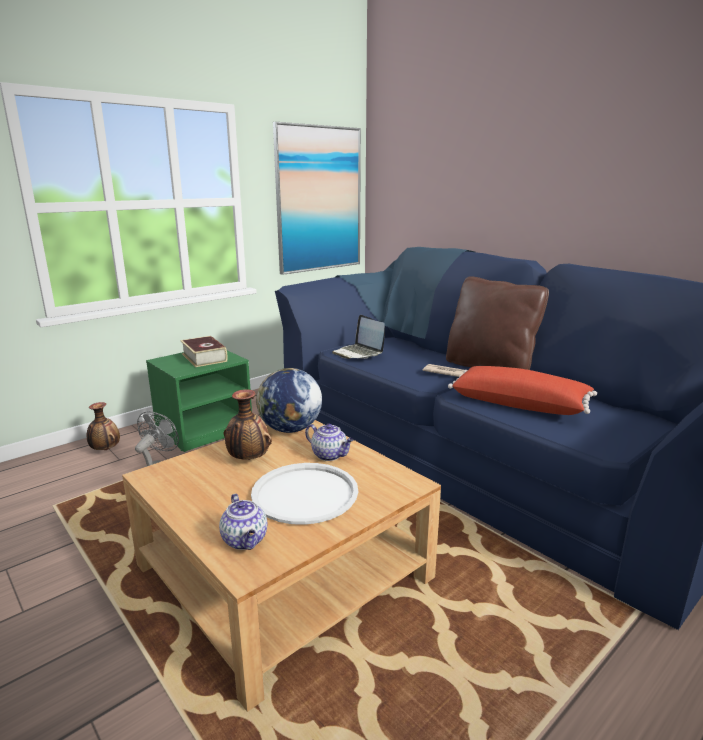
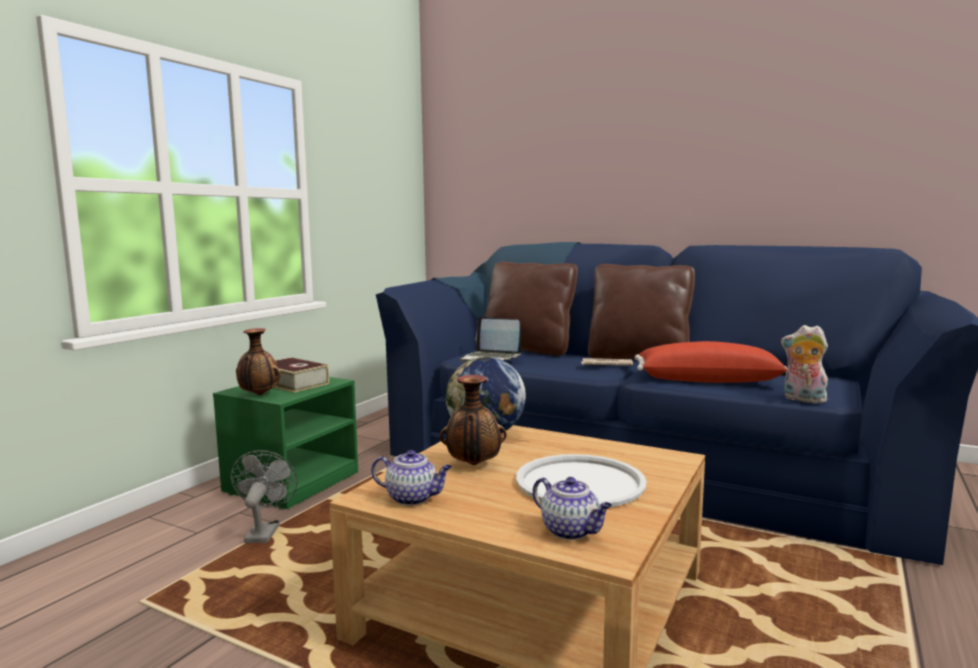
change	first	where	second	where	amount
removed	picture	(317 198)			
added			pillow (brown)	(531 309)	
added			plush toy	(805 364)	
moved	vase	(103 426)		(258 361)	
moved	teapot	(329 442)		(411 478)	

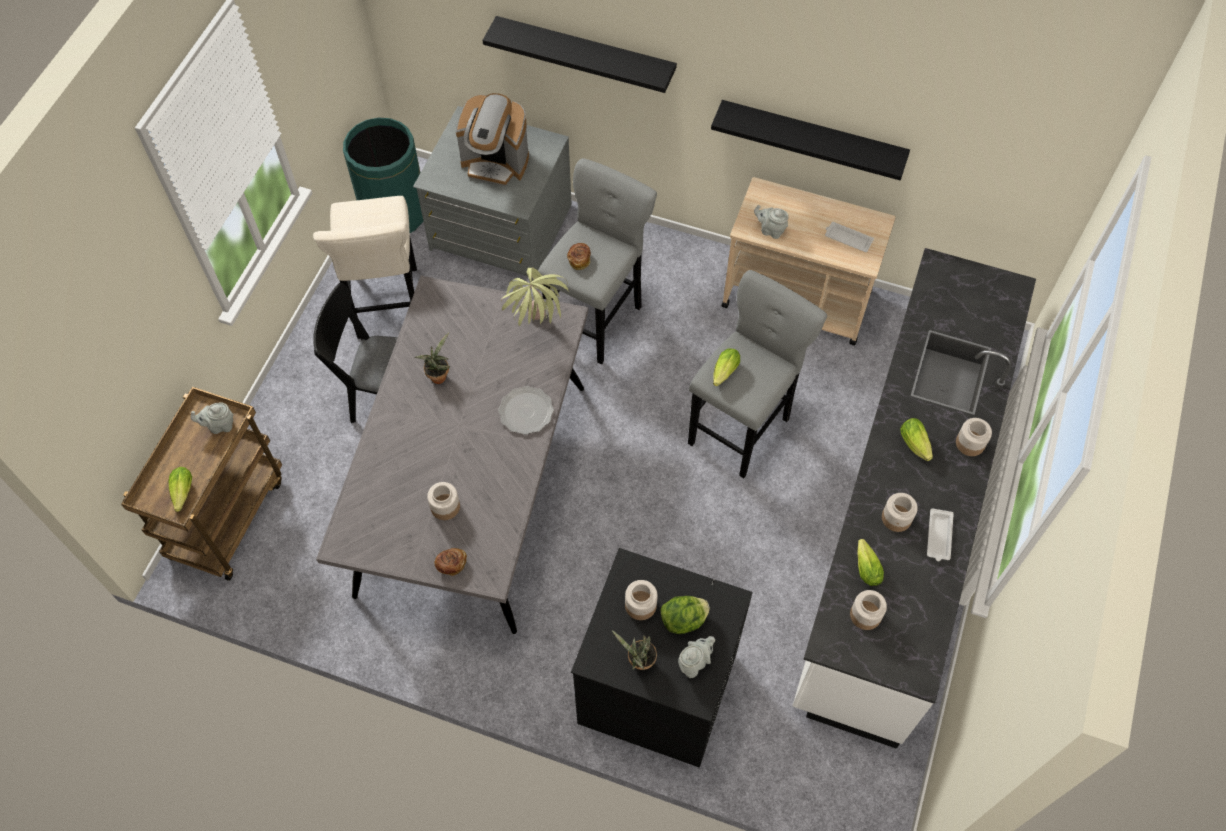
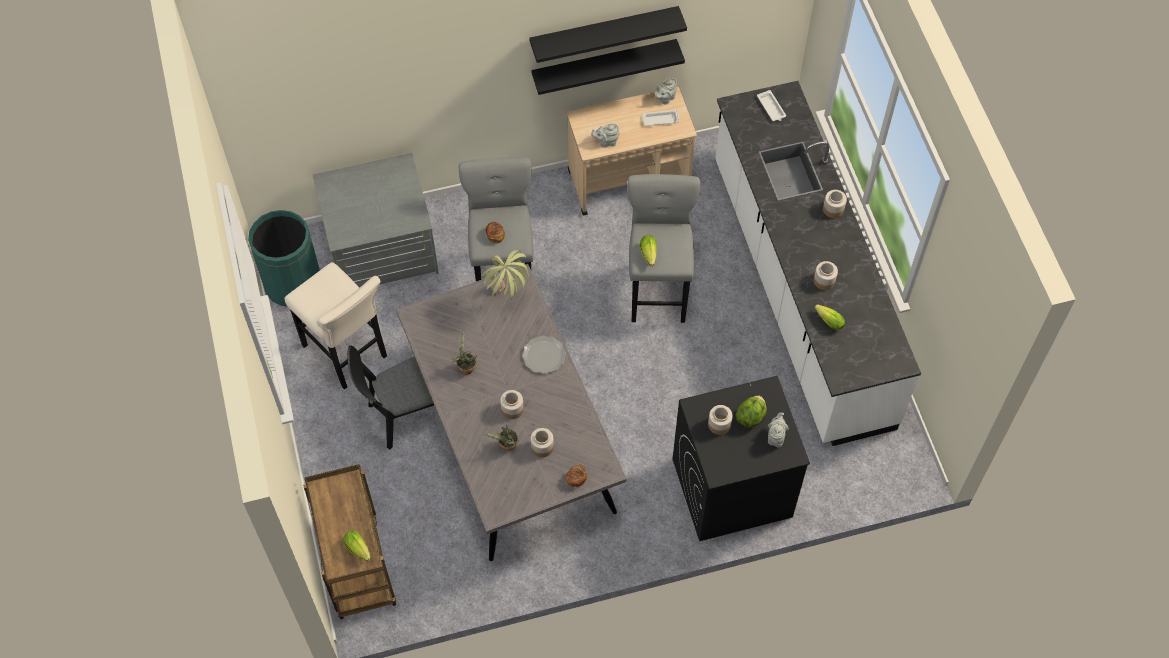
change	first	where	second	where	amount
removed	coffee machine	(492 139)			
removed	lettuce	(916 439)			
moved	teapot (grey)	(212 418)		(666 91)	
moved	shelf (black)	(579 54)		(608 34)	
moved	potted plant	(634 650)		(501 438)	
moved	jar	(868 610)		(512 404)	
moved	tray (white)	(940 534)		(771 105)	

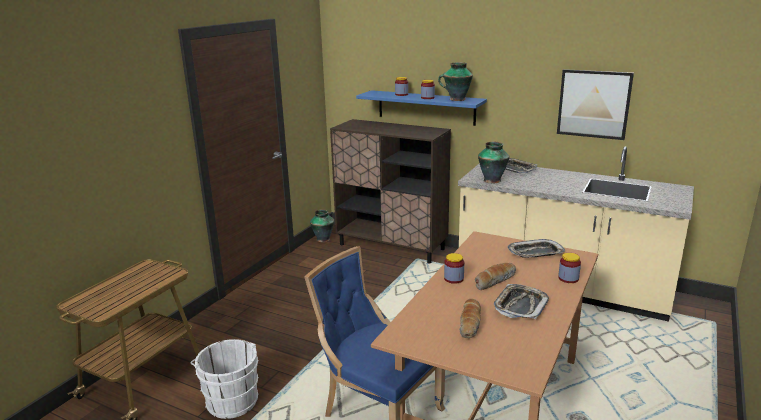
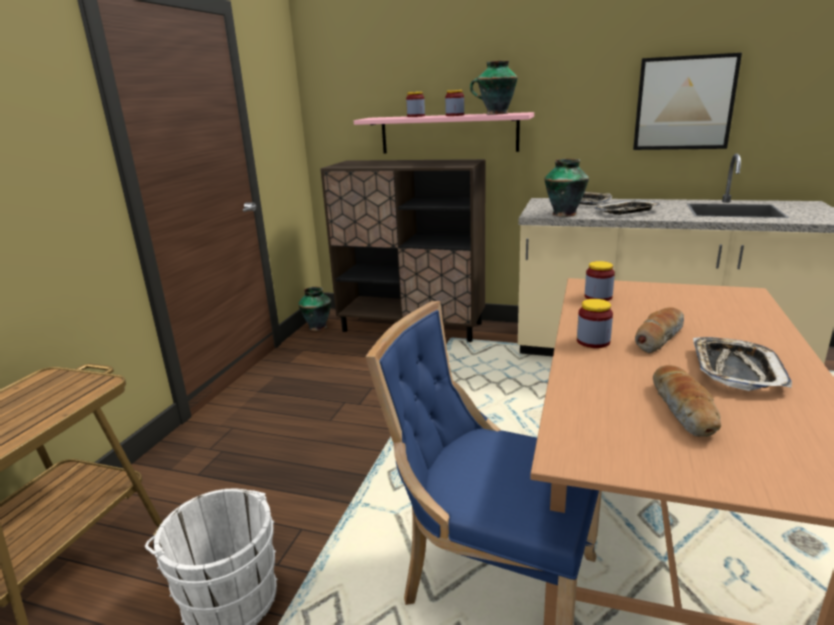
change	first	where	second	where	amount
moved	tray	(536 248)		(627 207)	
moved	jar	(569 268)		(600 281)	
recoloured	shelf (blue)	(421 108)	shelf (pink)	(444 133)	

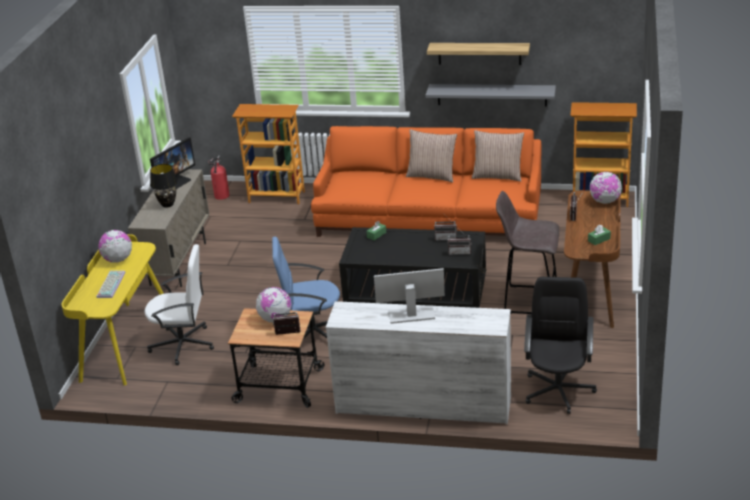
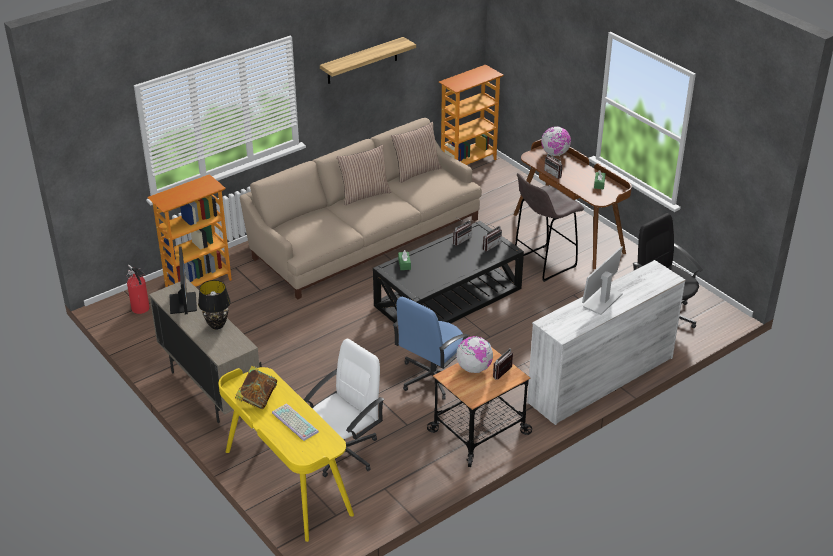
change	first	where	second	where	amount
removed	shelf (grey)	(490 95)			
replaced	globe	(115 246)	book	(256 387)	
recoloured	sofa (orange)	(426 181)	sofa (beige)	(361 208)	

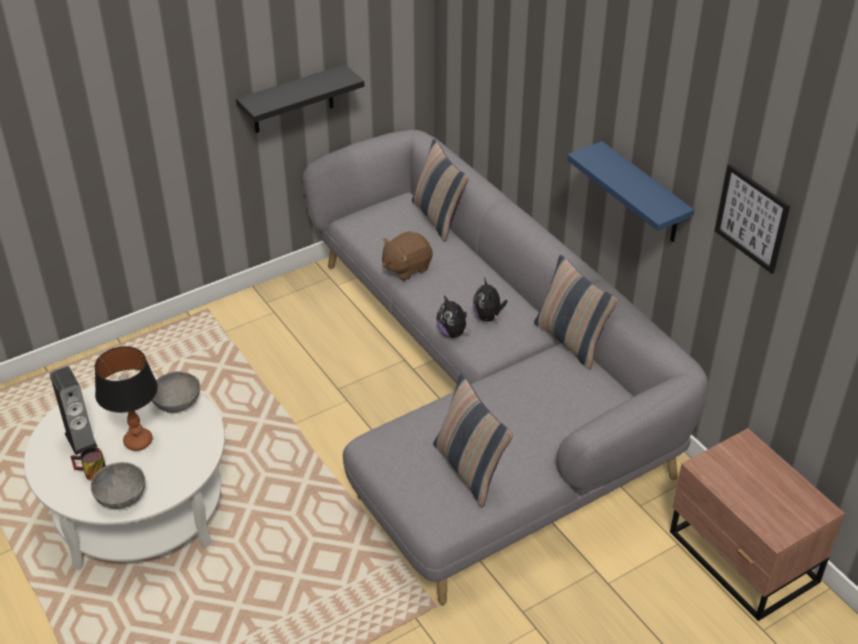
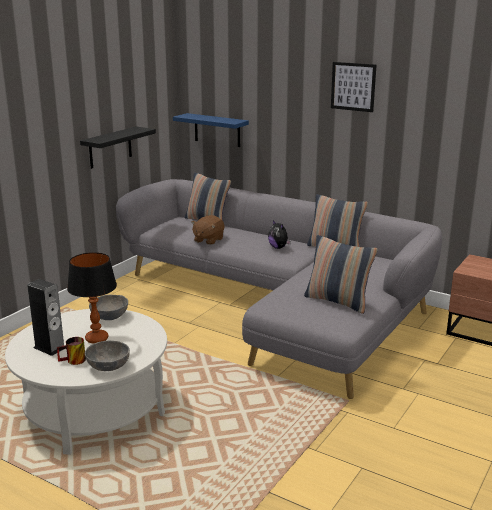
change	first	where	second	where	amount
removed	plush toy	(453 316)			
moved	shelf (blue)	(630 191)		(211 130)	
moved	picture	(752 219)		(353 87)	

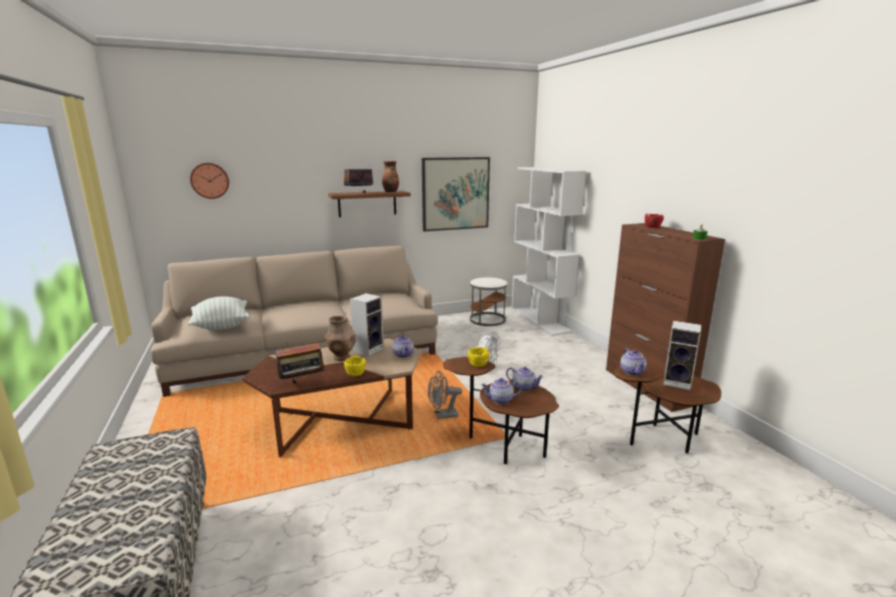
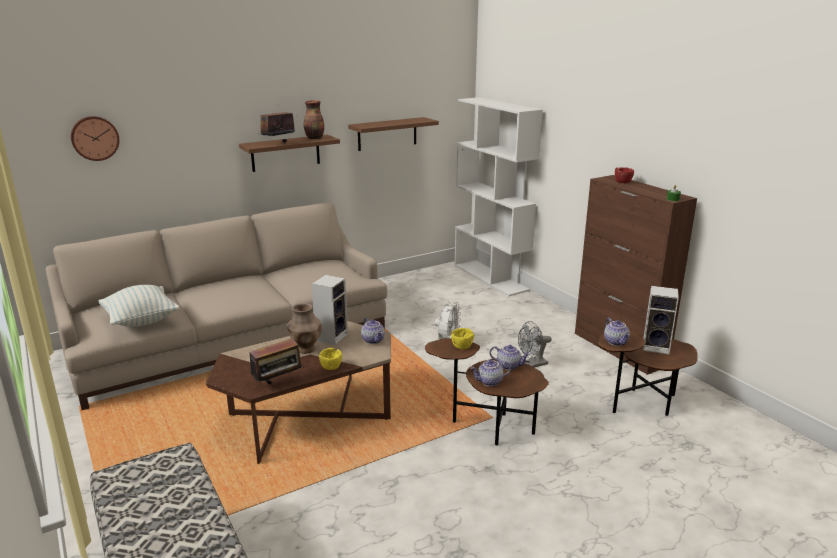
change	first	where	second	where	amount
removed	side table (white)	(488 301)			
moved	fan (grey)	(445 395)		(535 344)	
replaced	picture	(456 194)	shelf (brown)	(393 134)	

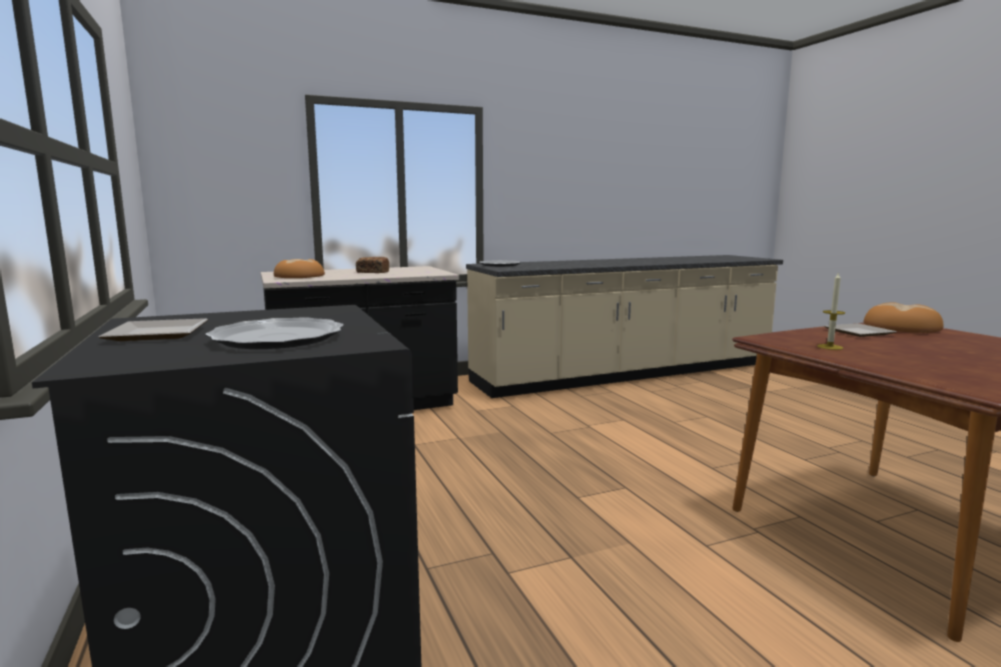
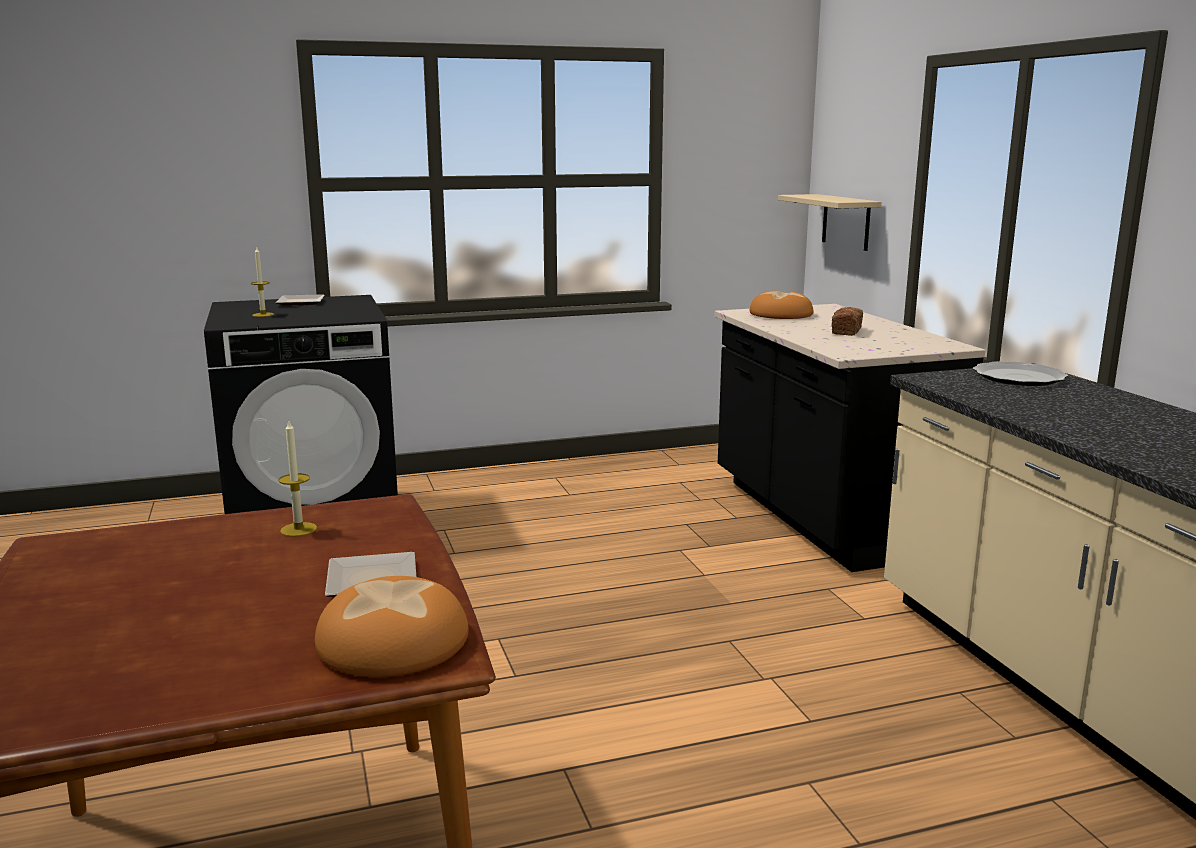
change	first	where	second	where	amount
added			shelf (beige)	(830 222)	
replaced	plate	(274 333)	candle	(262 282)	

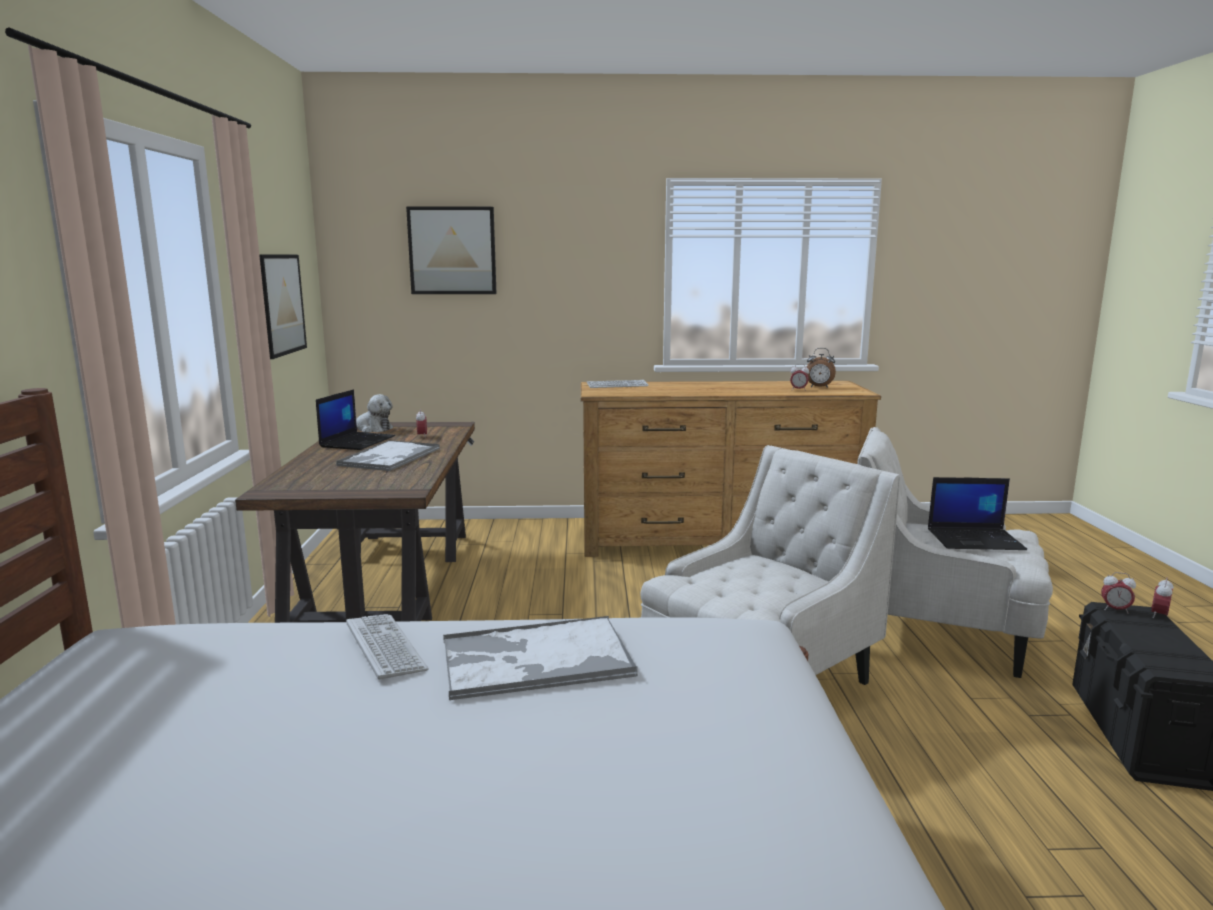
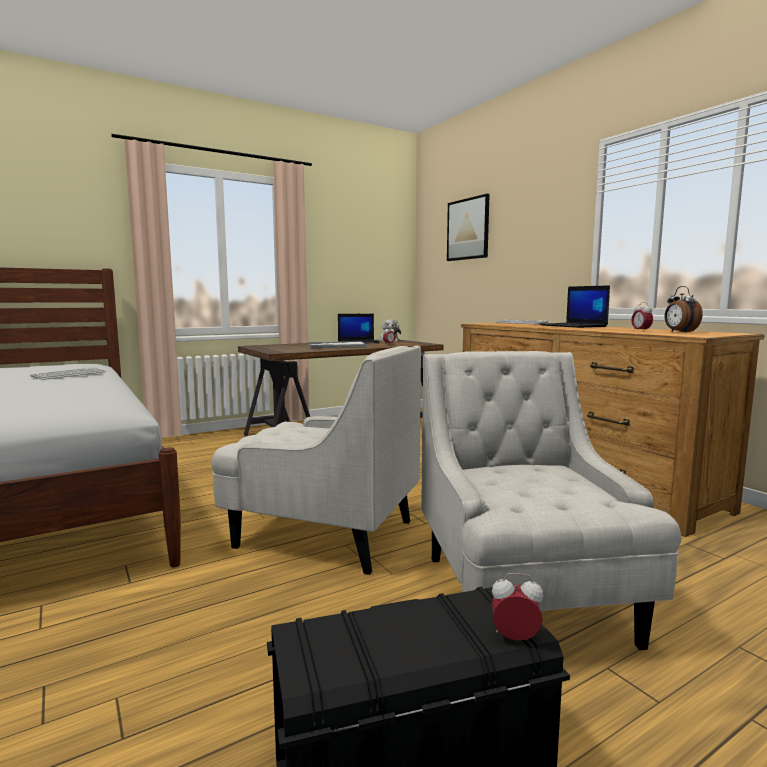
change	first	where	second	where	amount
removed	picture	(283 306)			
removed	tray	(540 658)			
removed	alarm clock	(1118 592)			
moved	laptop	(977 513)		(574 306)	

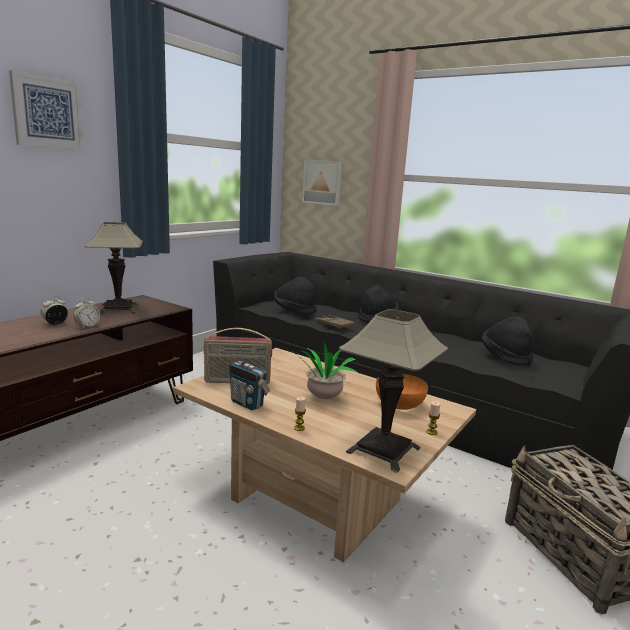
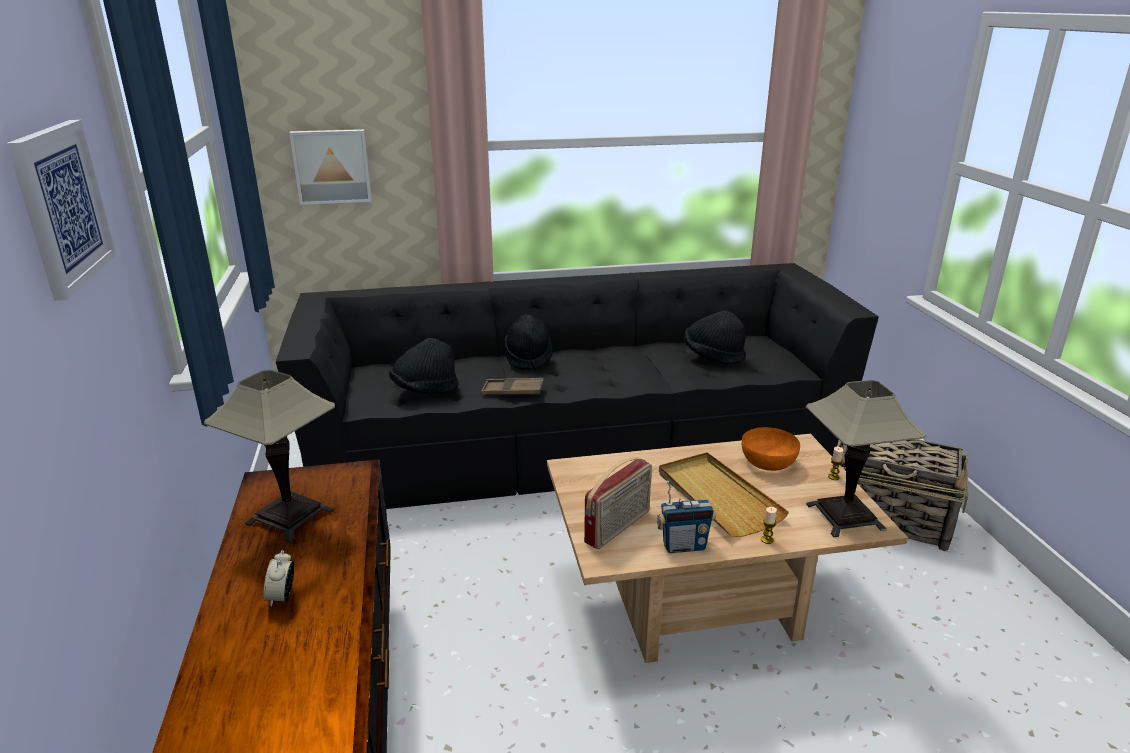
change	first	where	second	where	amount
removed	alarm clock	(86 313)			
replaced	potted plant	(321 370)	tray (beige)	(724 494)	

